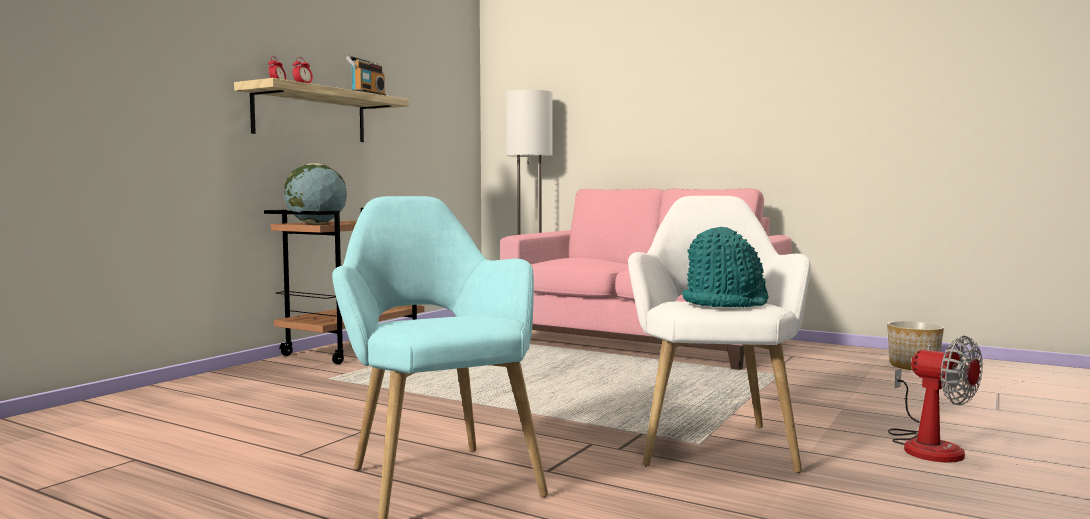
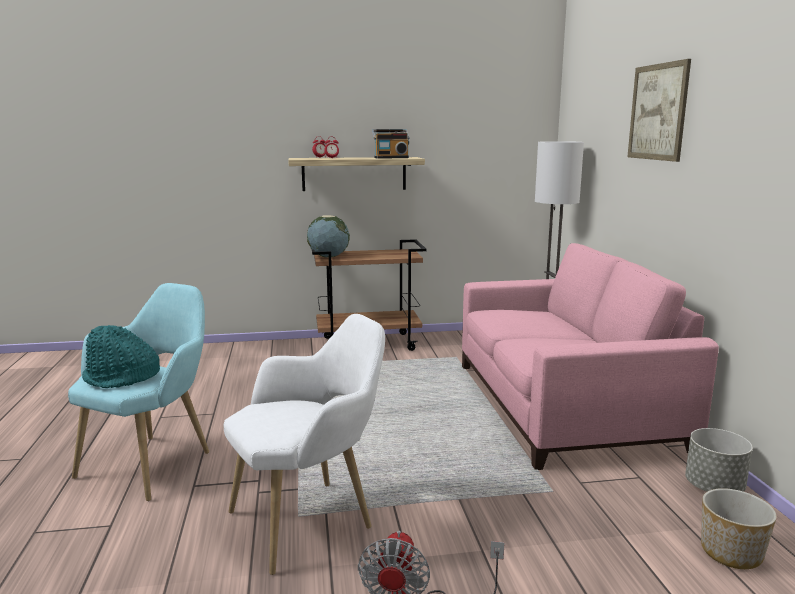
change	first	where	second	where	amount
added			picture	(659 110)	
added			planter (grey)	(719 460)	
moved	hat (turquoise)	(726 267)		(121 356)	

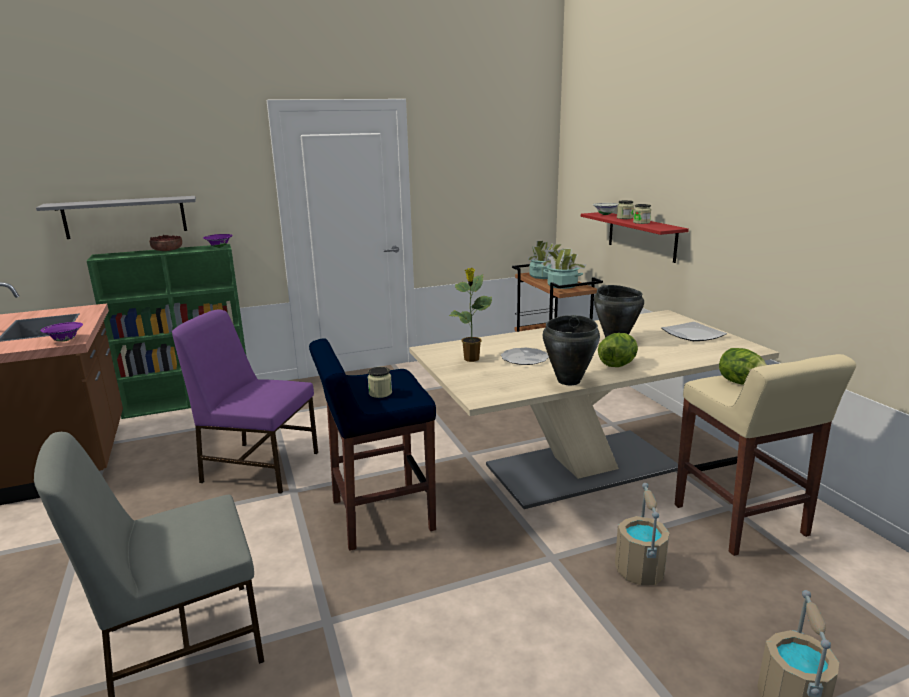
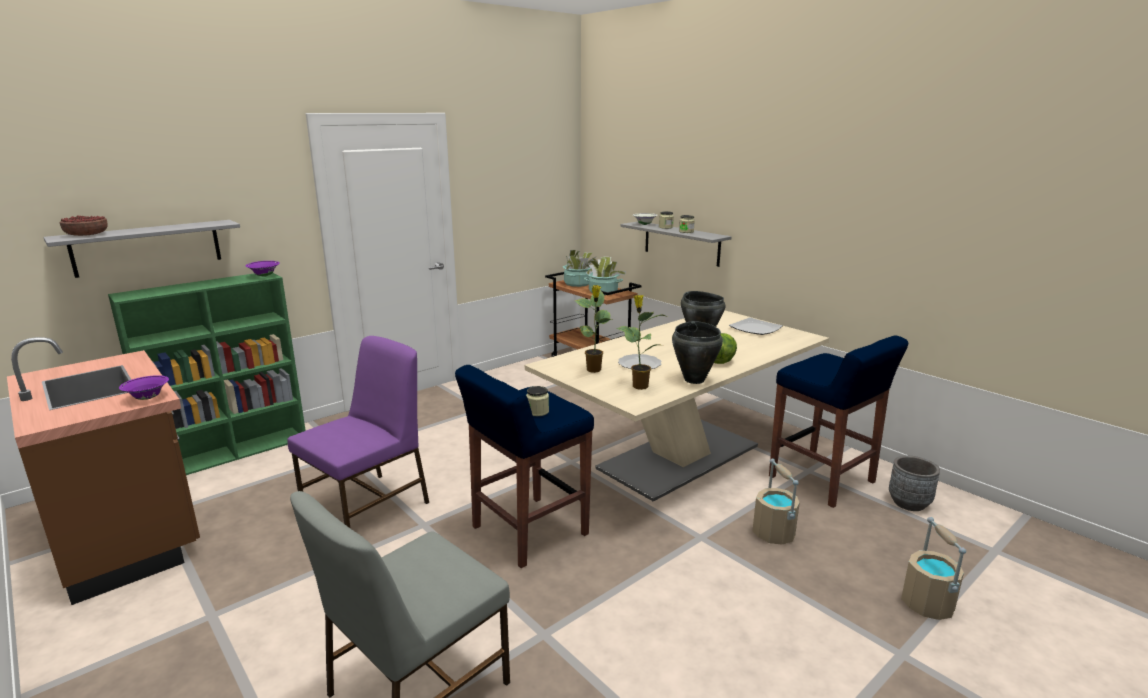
change	first	where	second	where	amount
removed	lettuce	(743 366)			
added			potted plant	(642 342)	
added			planter (grey)	(914 483)	
moved	bowl	(165 243)		(84 225)	
recoloured	shelf (red)	(635 237)	shelf (grey)	(676 244)	
recoloured	stool (beige)	(765 455)	stool (blue)	(838 422)	
turned	chair (purple)	(245 401)		(358 432)	135 degrees clockwise

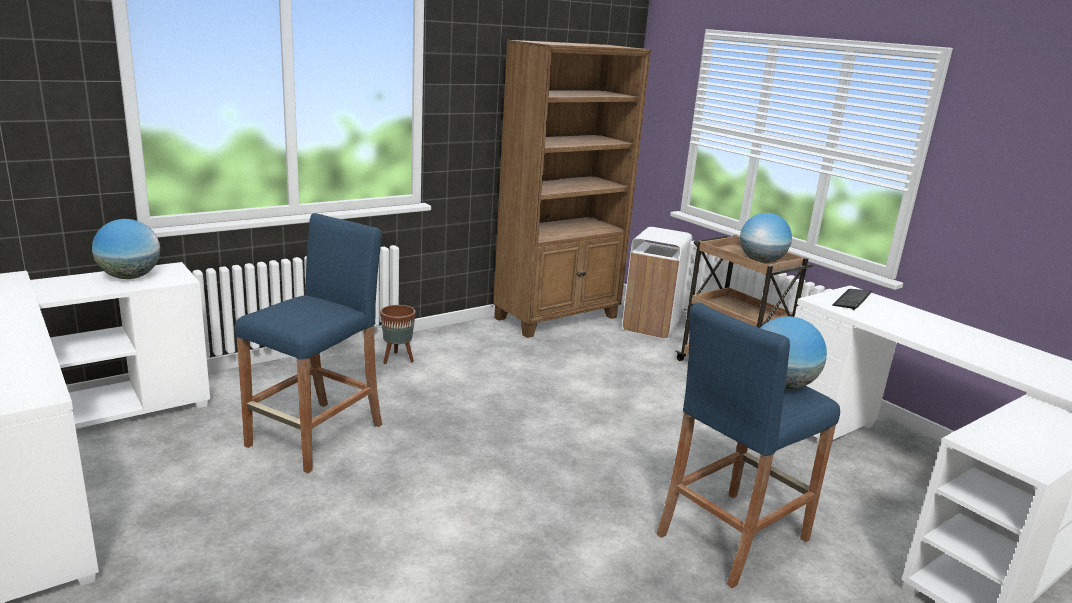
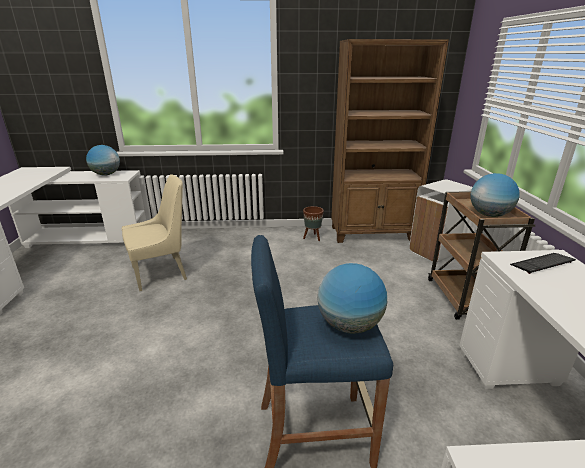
change	first	where	second	where	amount
moved	planter (brown)	(398 334)		(313 223)	
replaced	stool (blue)	(308 343)	chair (beige)	(154 232)	

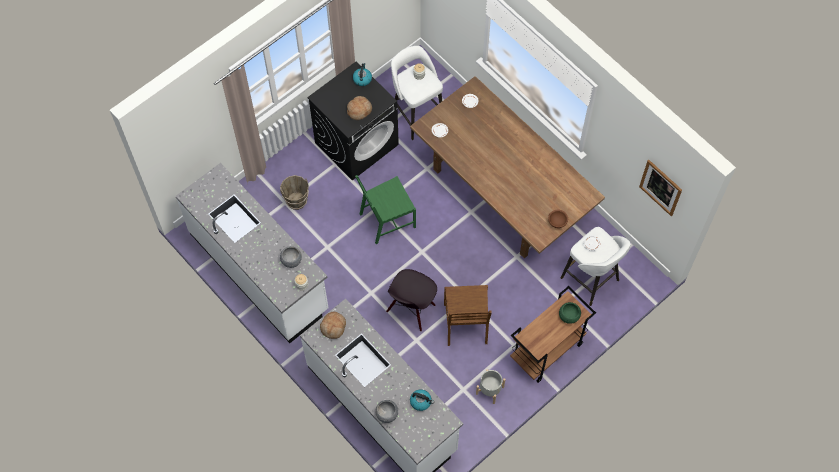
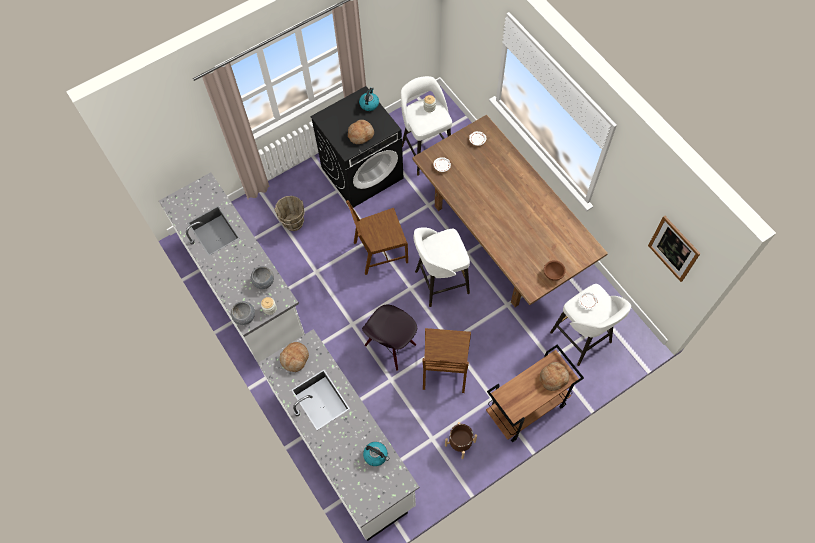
change	first	where	second	where	amount
added			stool (white)	(441 267)	
moved	bowl (grey)	(387 411)		(243 313)	
replaced	bowl (green)	(570 313)	bread	(555 376)	
recoloured	chair (green)	(385 209)	chair (brown)	(377 237)	
recoloured	planter (grey)	(491 386)	planter (brown)	(461 440)	

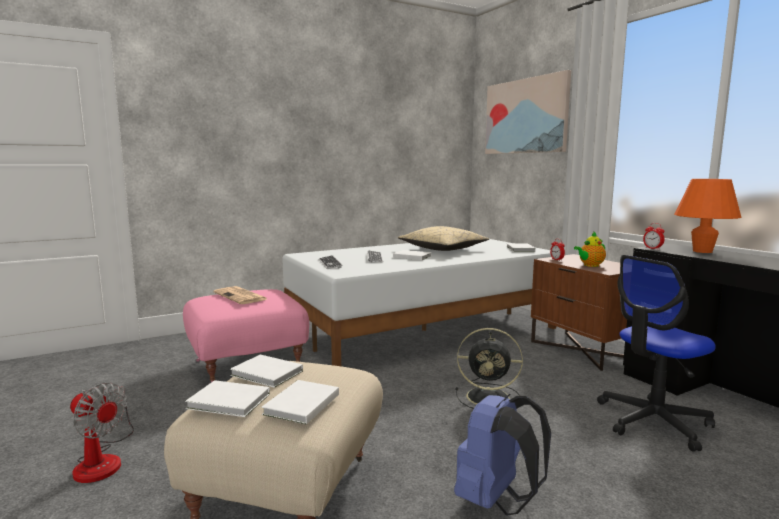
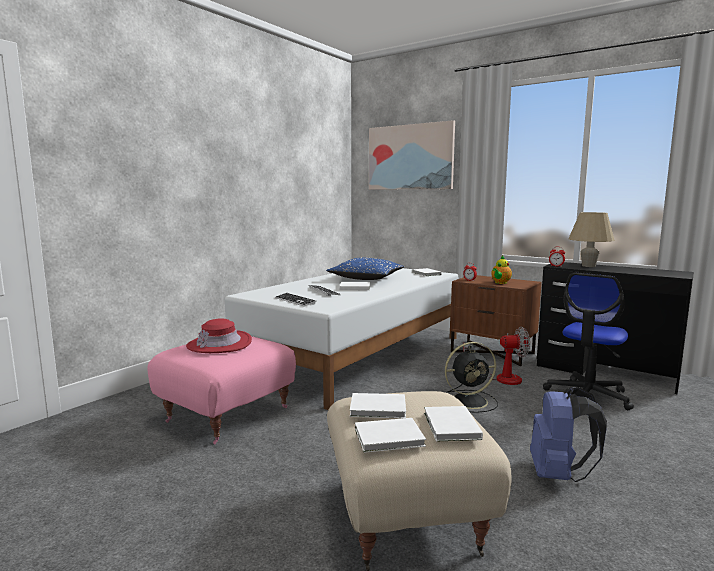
change	first	where	second	where	amount
moved	fan	(102 433)		(496 356)	
replaced	newspaper	(240 295)	hat (red)	(219 336)	
recoloured	pillow (beige)	(443 238)	pillow (blue)	(365 269)	
recoloured	table lamp (orange)	(707 216)	table lamp (beige)	(591 239)	

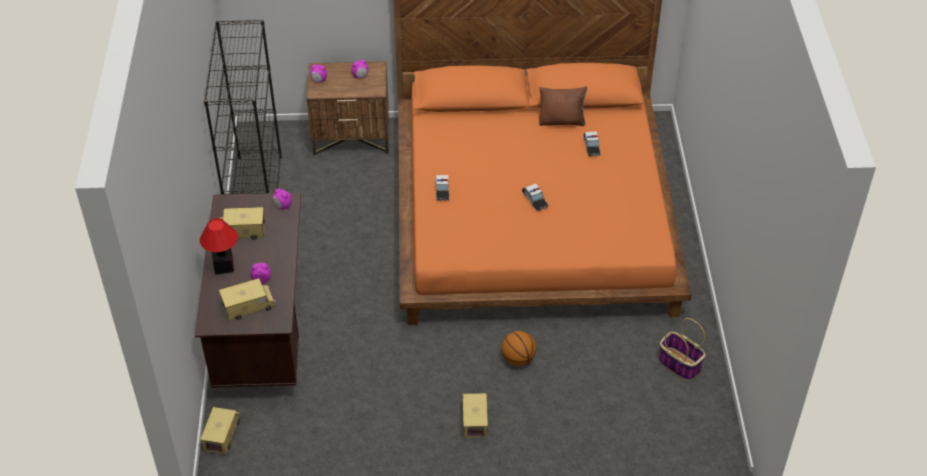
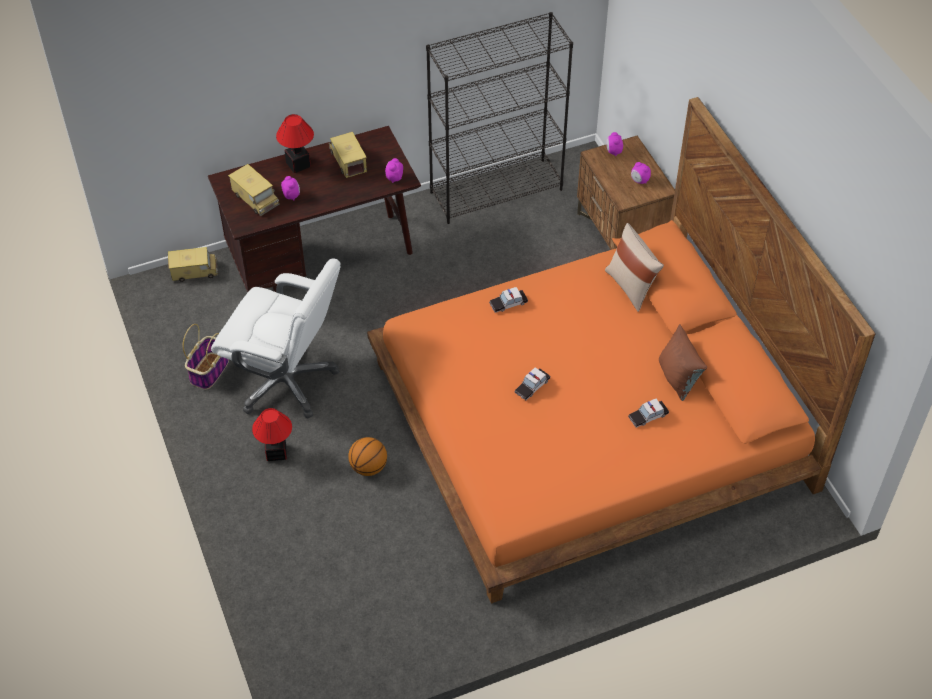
change	first	where	second	where	amount
added			office chair (white)	(276 338)	
added			pillow (beige)	(634 267)	
moved	basket	(682 349)		(206 357)	
replaced	toy truck	(475 415)	table lamp	(272 434)	

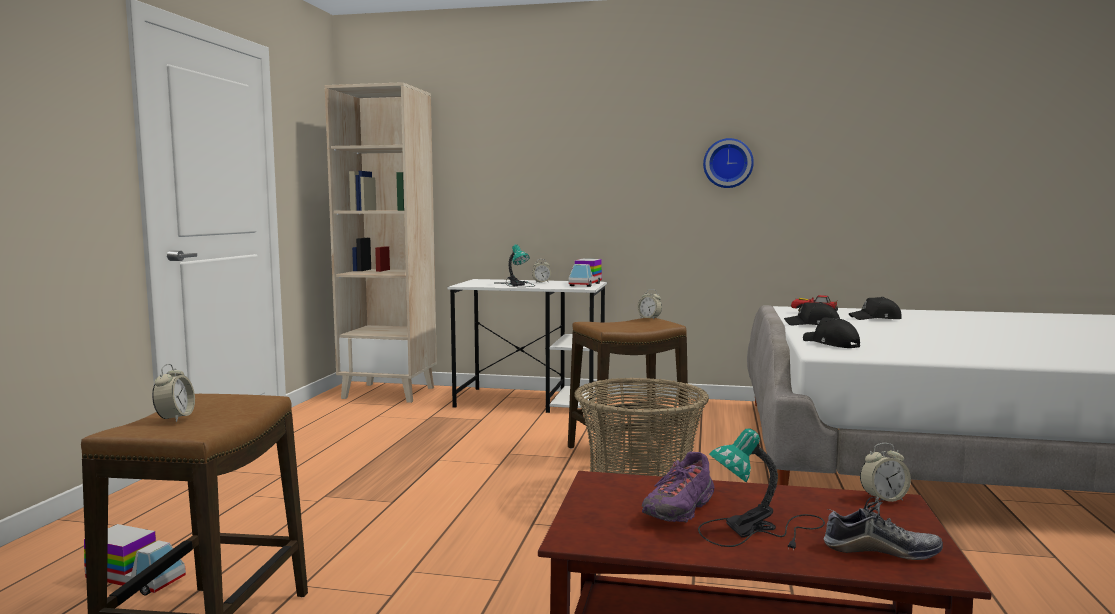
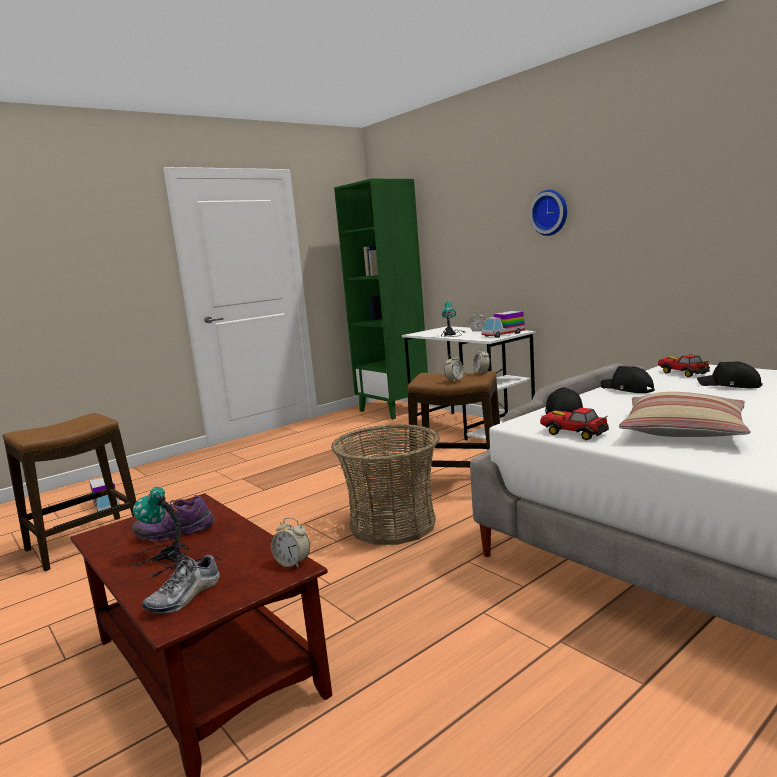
change	first	where	second	where	amount
added			toy car	(574 424)	
added			pillow	(684 414)	
moved	alarm clock	(173 393)		(454 368)	
moved	wall clock	(728 163)		(548 213)	
recoloured	bookcase (beige)	(381 242)	bookcase (green)	(381 299)	
turned	shoe	(883 528)		(181 583)	75 degrees clockwise

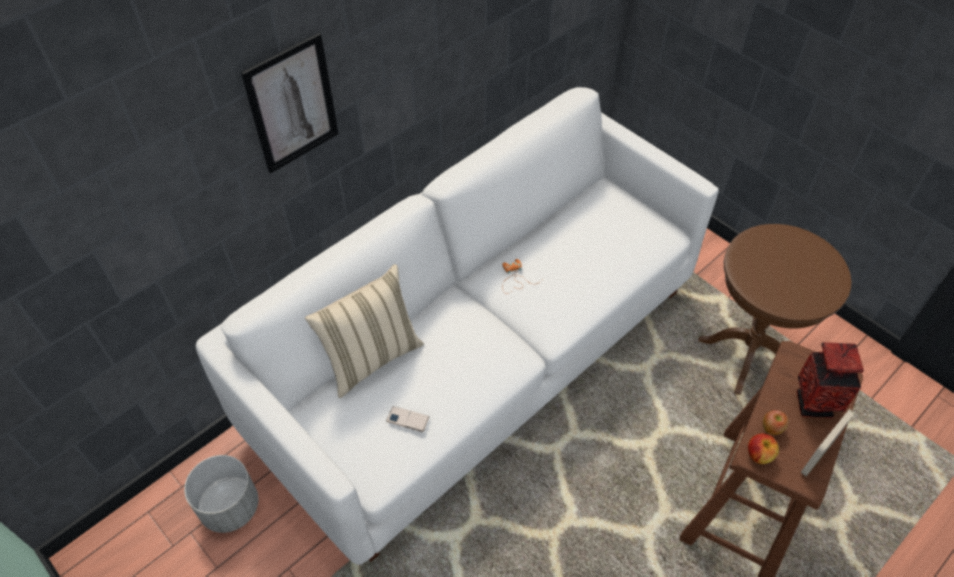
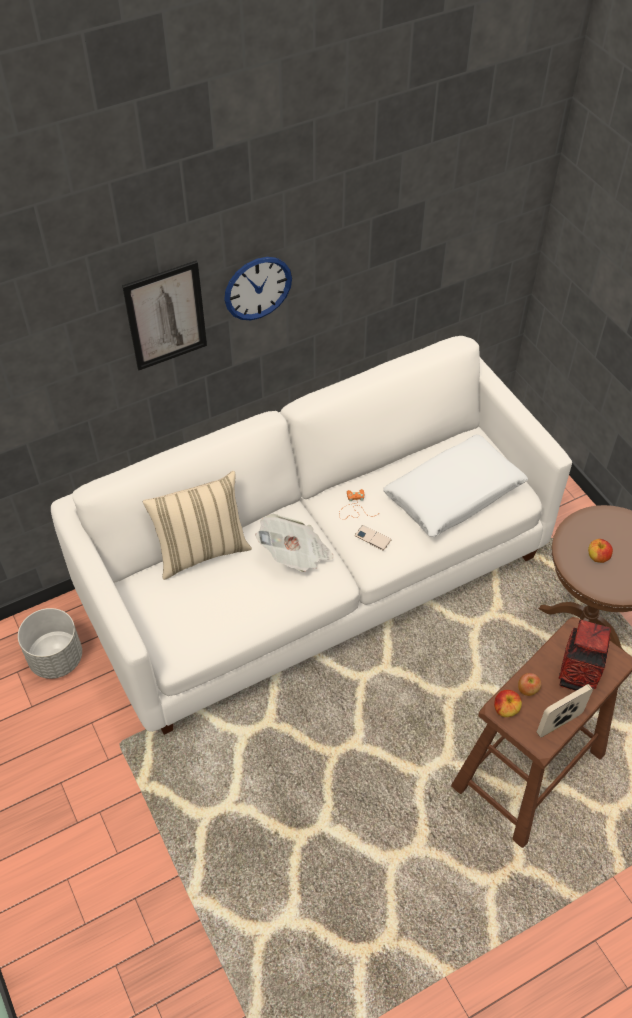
change	first	where	second	where	amount
added			wall clock	(258 288)	
added			newspaper	(294 543)	
added			pillow (white)	(455 486)	
added			apple	(600 551)	
moved	phone	(407 419)		(373 538)	

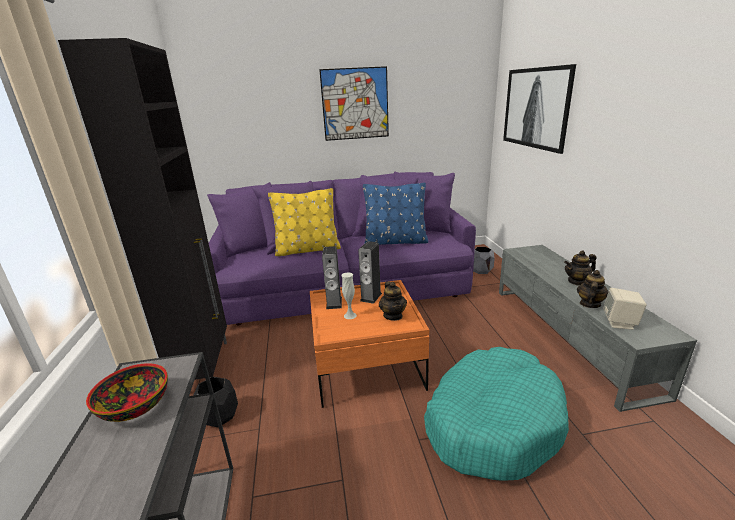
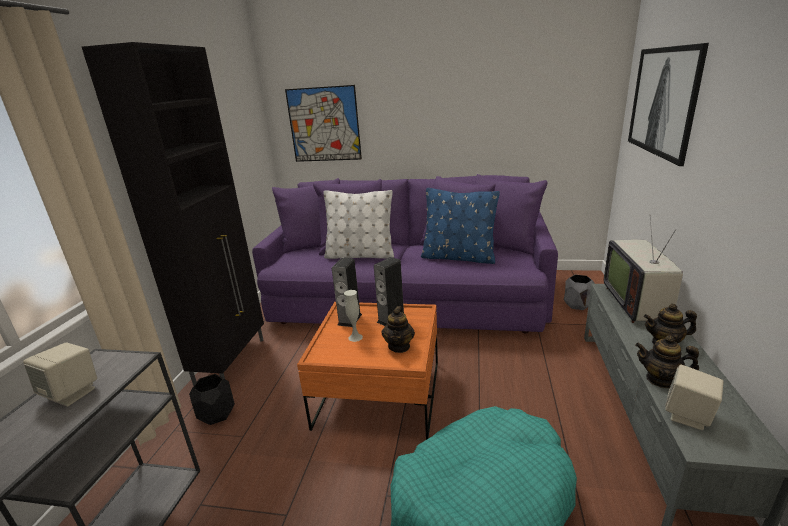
change	first	where	second	where	amount
added			television	(643 270)	
moved	picture	(354 103)		(323 123)	
replaced	bowl	(127 392)	speaker (beige)	(60 374)	
recoloured	pillow (yellow)	(304 222)	pillow (white)	(358 224)	
turned	teapot	(593 289)		(667 361)	120 degrees counterclockwise

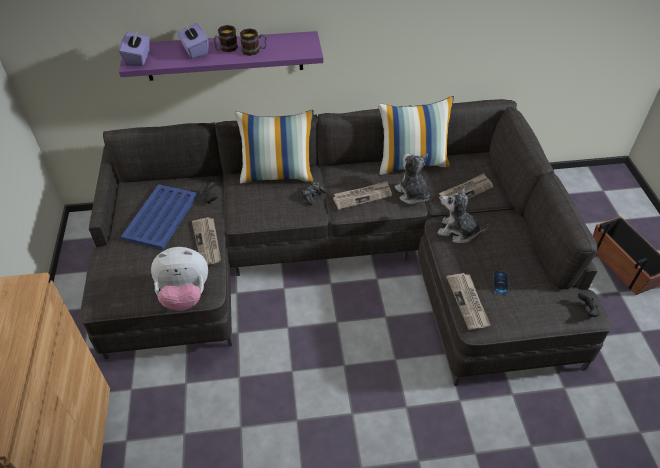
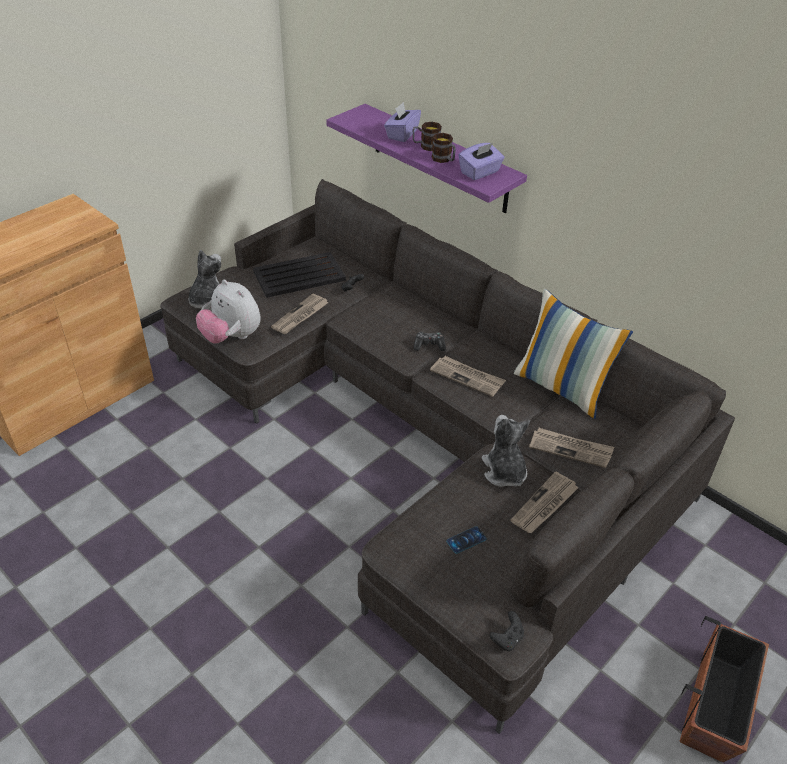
change	first	where	second	where	amount
removed	pillow	(274 146)			
moved	tissue box (purple)	(134 48)		(482 161)	
moved	plush toy	(412 179)		(204 280)	
moved	newspaper	(468 301)		(545 502)	
recoloured	tray (blue)	(159 217)	tray (black)	(299 275)	

